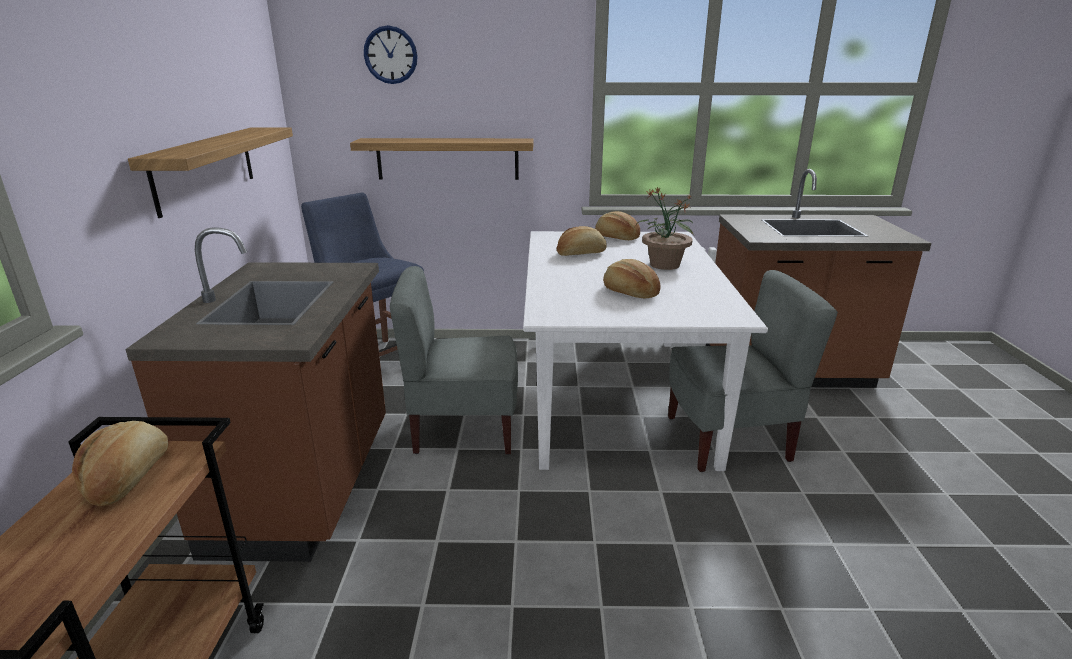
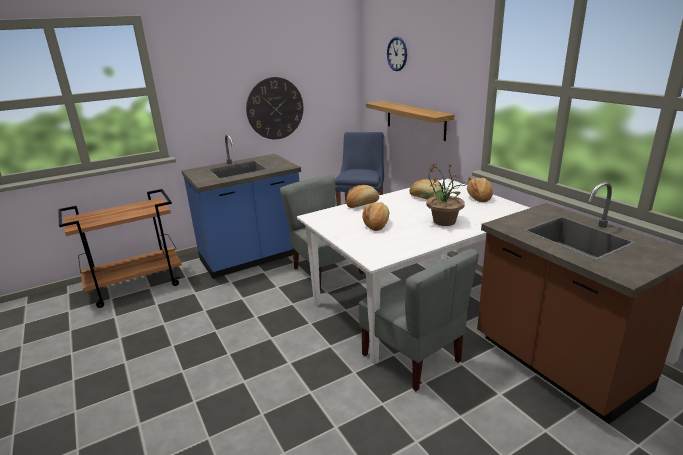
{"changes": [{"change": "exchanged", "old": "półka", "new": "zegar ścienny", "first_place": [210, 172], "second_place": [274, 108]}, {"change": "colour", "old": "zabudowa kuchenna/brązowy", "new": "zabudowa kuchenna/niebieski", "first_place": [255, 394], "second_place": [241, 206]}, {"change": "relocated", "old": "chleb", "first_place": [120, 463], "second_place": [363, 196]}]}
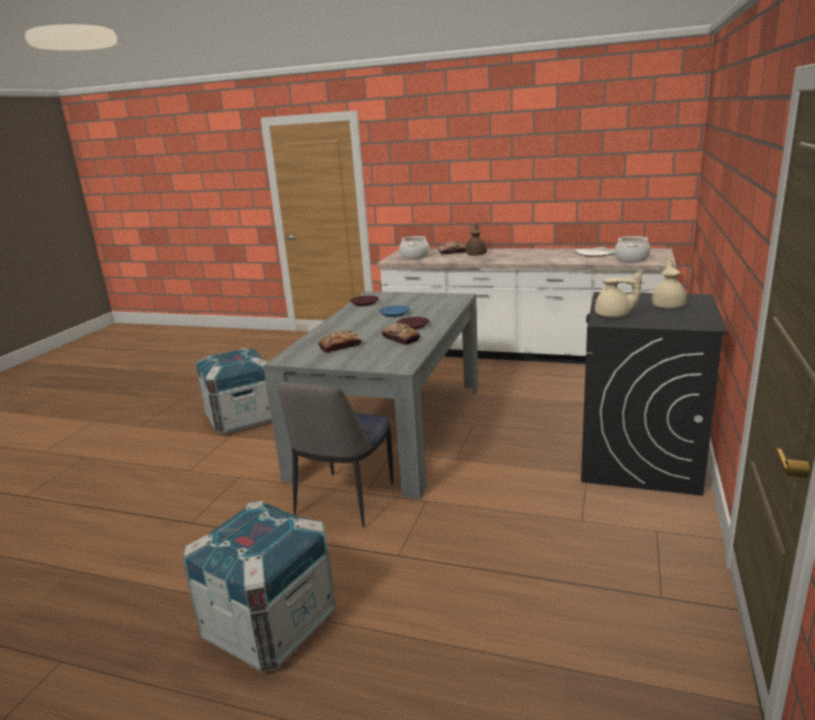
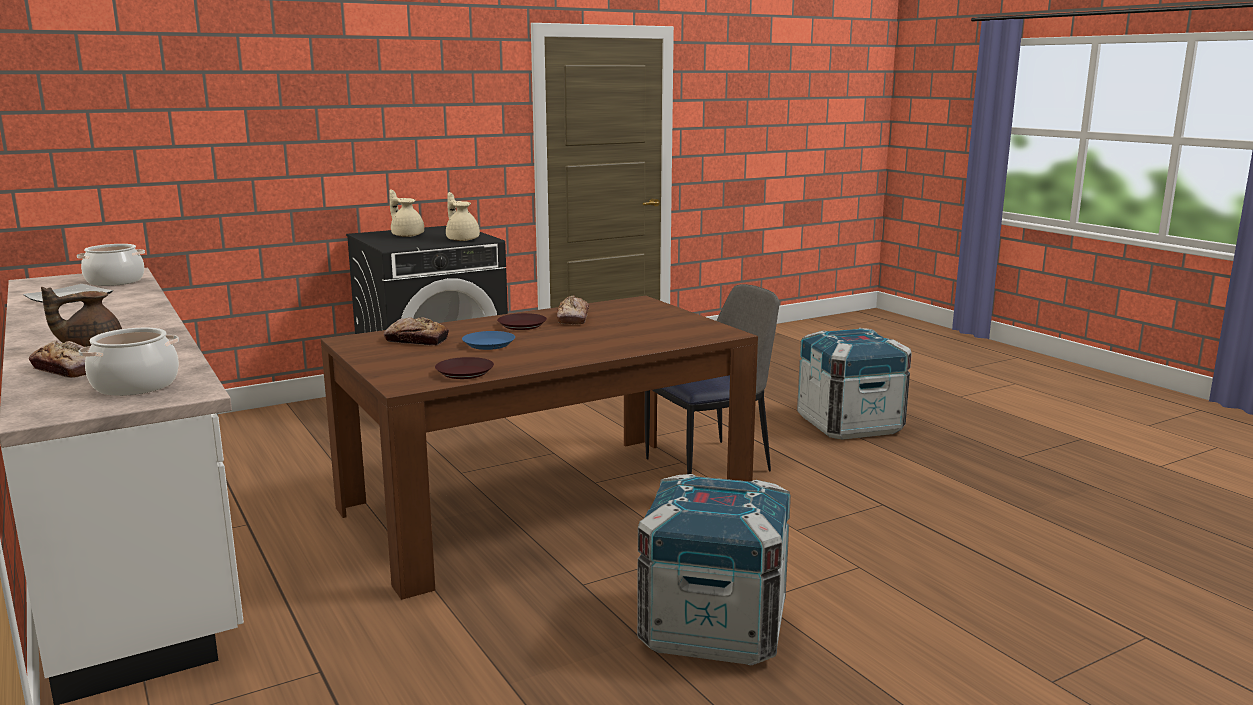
{"changes": [{"change": "spun", "old": "imbryk/beżowy", "first_place": [669, 283], "second_place": [406, 213], "degrees": 75}, {"change": "colour", "old": "stół jadalny/szary", "new": "stół jadalny/brązowy", "first_place": [370, 395], "second_place": [539, 448]}, {"change": "relocated", "old": "chleb", "first_place": [340, 341], "second_place": [416, 331]}]}
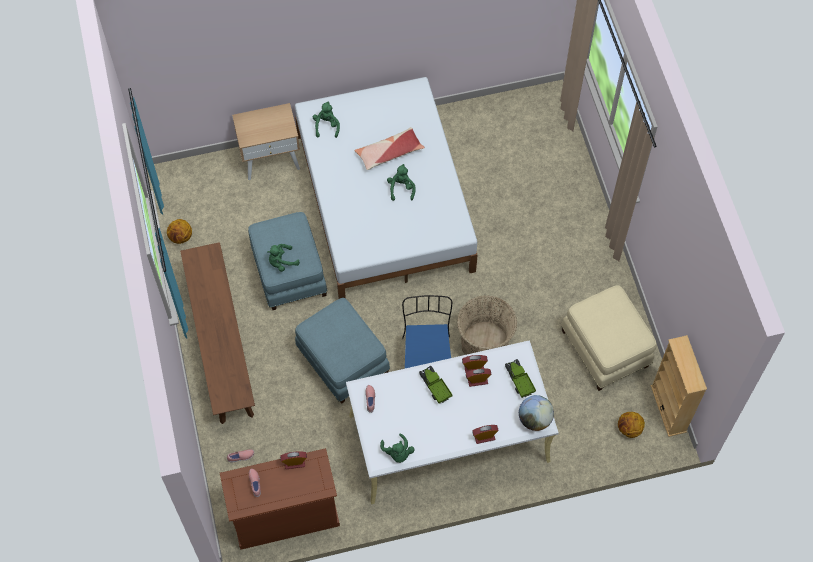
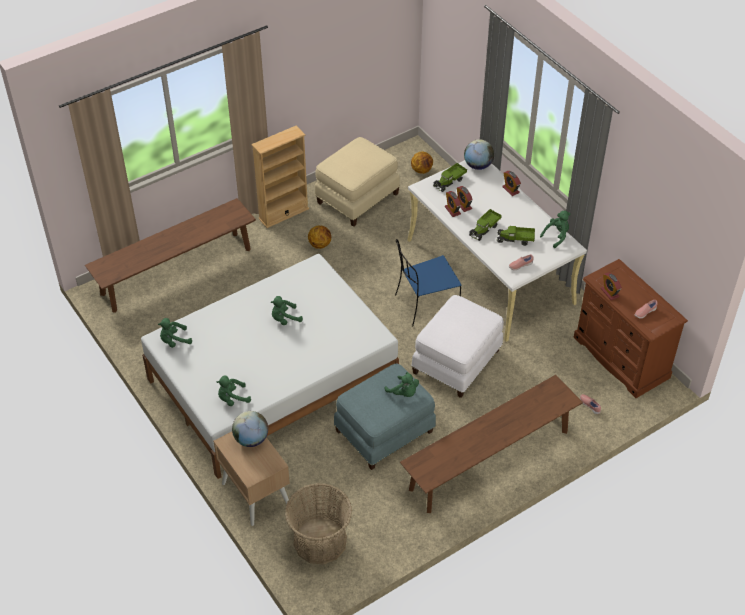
{"changes": [{"change": "missing", "old": "poduszka", "first_place": [390, 148]}, {"change": "relocated", "old": "piłka do koszykówki", "first_place": [179, 231], "second_place": [319, 237]}, {"change": "relocated", "old": "koszyk", "first_place": [487, 325], "second_place": [318, 524]}, {"change": "colour", "old": "pufa/niebieski", "new": "pufa/biały", "first_place": [342, 351], "second_place": [457, 346]}, {"change": "relocated", "old": "regał/beżowy", "first_place": [679, 386], "second_place": [280, 177]}, {"change": "appeared", "new": "ławka/brązowy", "second_place": [170, 255]}, {"change": "appeared", "new": "ciężarówka zabawkowa", "second_place": [516, 236]}, {"change": "appeared", "new": "pluszak/zielony", "second_place": [175, 333]}, {"change": "appeared", "new": "globus", "second_place": [250, 429]}]}
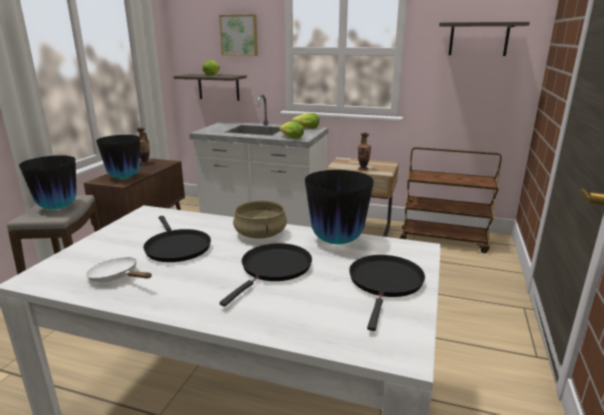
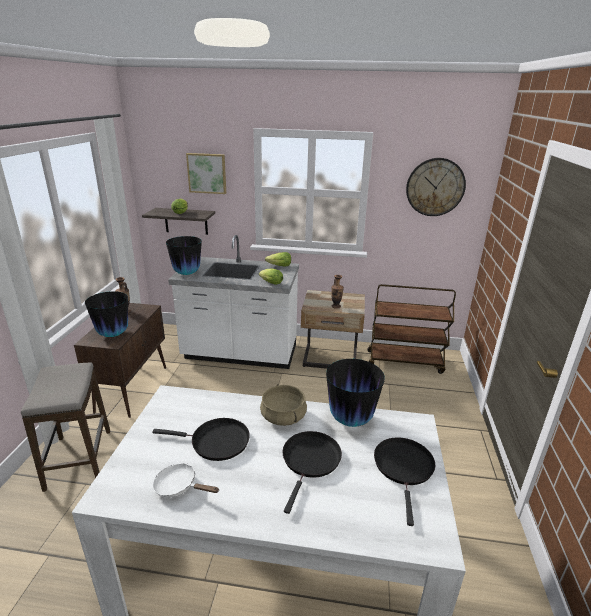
{"changes": [{"change": "exchanged", "old": "półka", "new": "zegar ścienny", "first_place": [484, 39], "second_place": [436, 187]}, {"change": "relocated", "old": "wazon", "first_place": [48, 182], "second_place": [184, 255]}, {"change": "spun", "old": "patelnia/czarny", "first_place": [177, 239], "second_place": [201, 439], "degrees": -45}]}
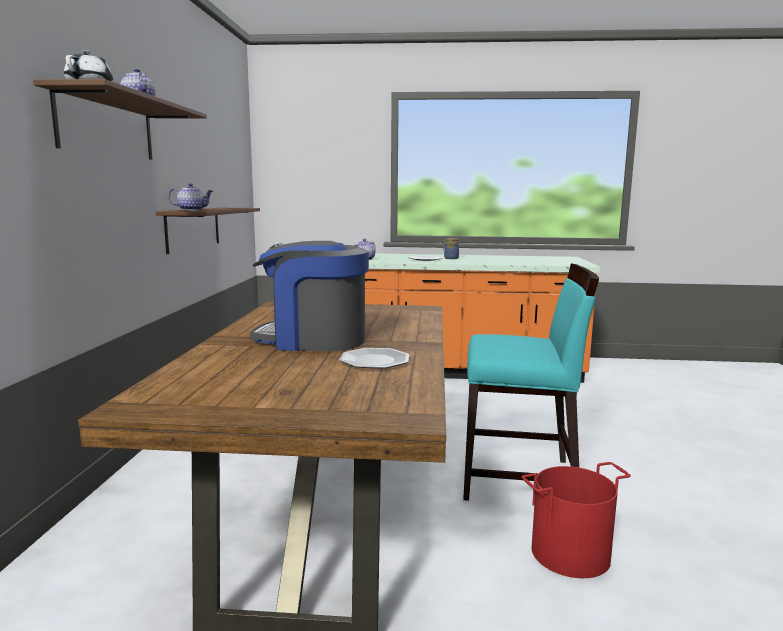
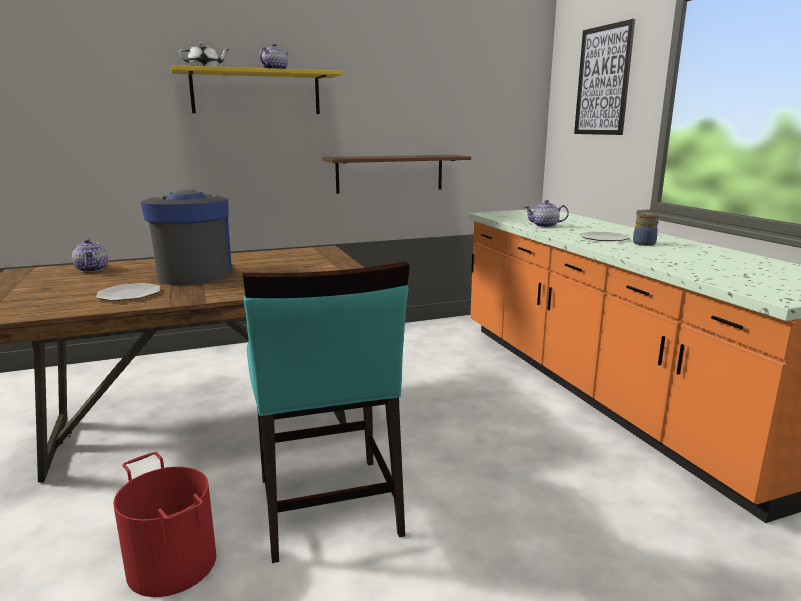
{"changes": [{"change": "colour", "old": "półka/brązowy", "new": "półka/żółty", "first_place": [120, 119], "second_place": [257, 89]}, {"change": "relocated", "old": "imbryk", "first_place": [190, 197], "second_place": [90, 255]}, {"change": "appeared", "new": "obraz", "second_place": [604, 77]}]}
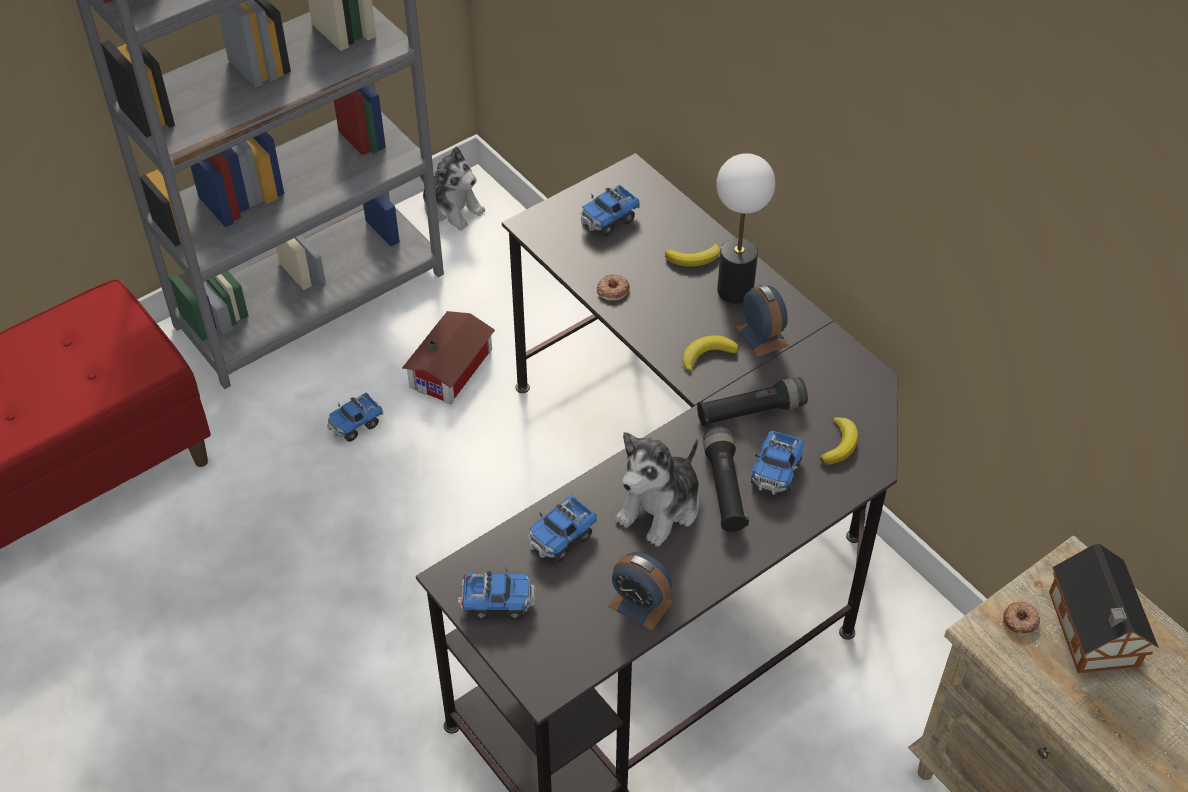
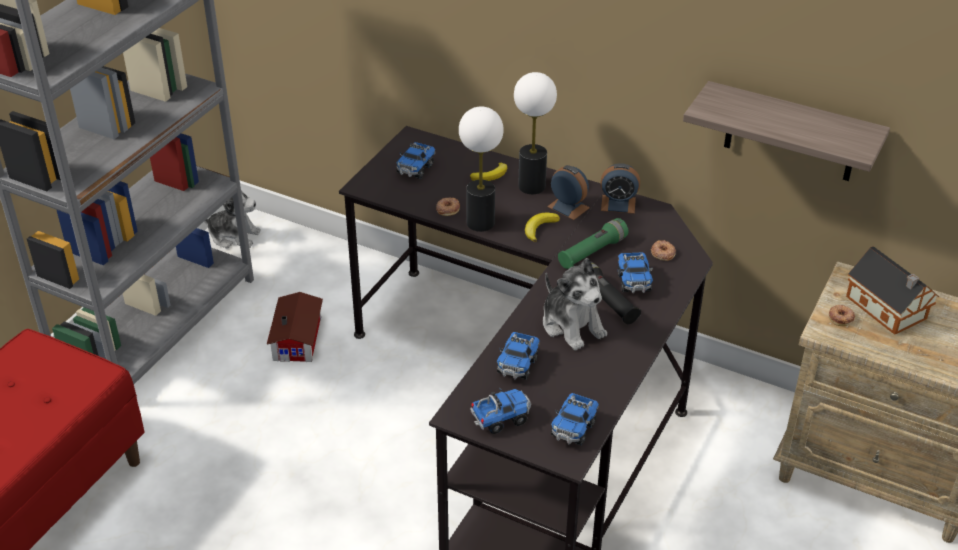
{"changes": [{"change": "colour", "old": "latarka/czarny", "new": "latarka/zielony", "first_place": [752, 402], "second_place": [593, 243]}, {"change": "relocated", "old": "ciężarówka zabawkowa", "first_place": [355, 417], "second_place": [575, 419]}, {"change": "exchanged", "old": "banan", "new": "donut", "first_place": [839, 440], "second_place": [663, 250]}, {"change": "spun", "old": "pluszak", "first_place": [657, 489], "second_place": [575, 304], "degrees": -45}, {"change": "relocated", "old": "budzik", "first_place": [641, 591], "second_place": [620, 188]}, {"change": "appeared", "new": "półka", "second_place": [786, 131]}, {"change": "appeared", "new": "lampa stołowa", "second_place": [481, 169]}]}
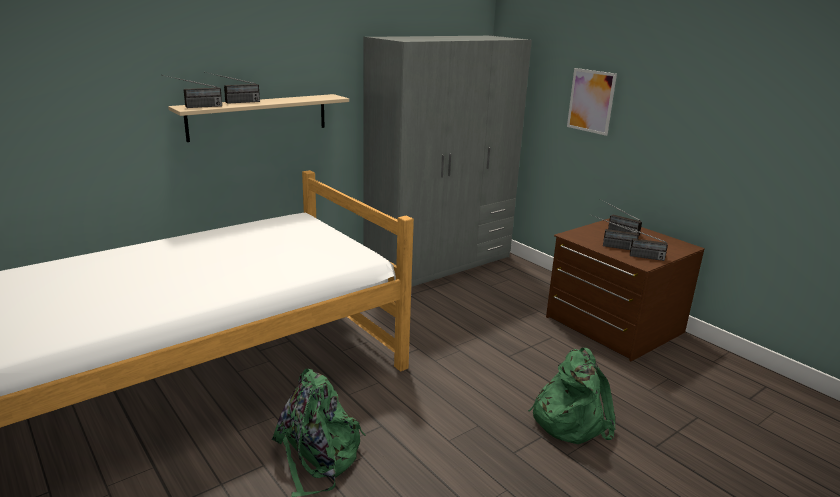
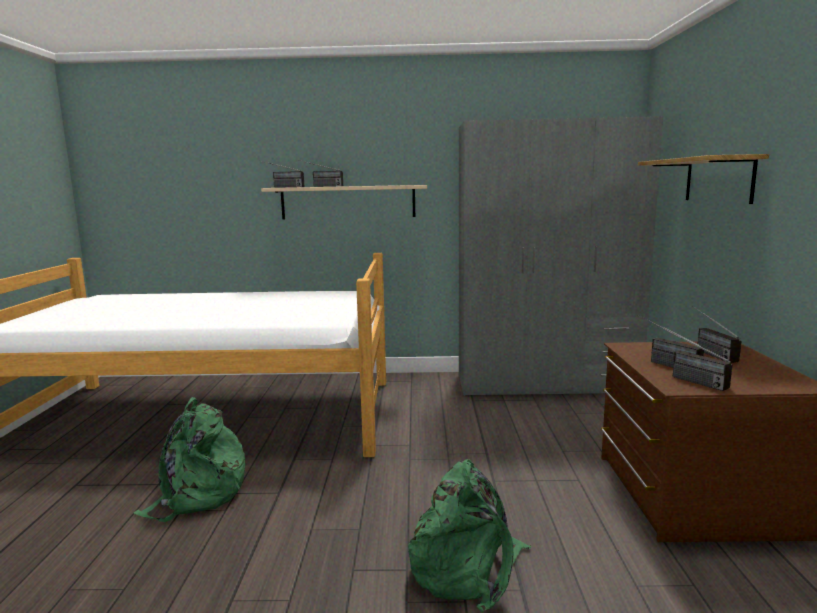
{"changes": [{"change": "exchanged", "old": "obraz", "new": "półka", "first_place": [592, 102], "second_place": [703, 179]}]}
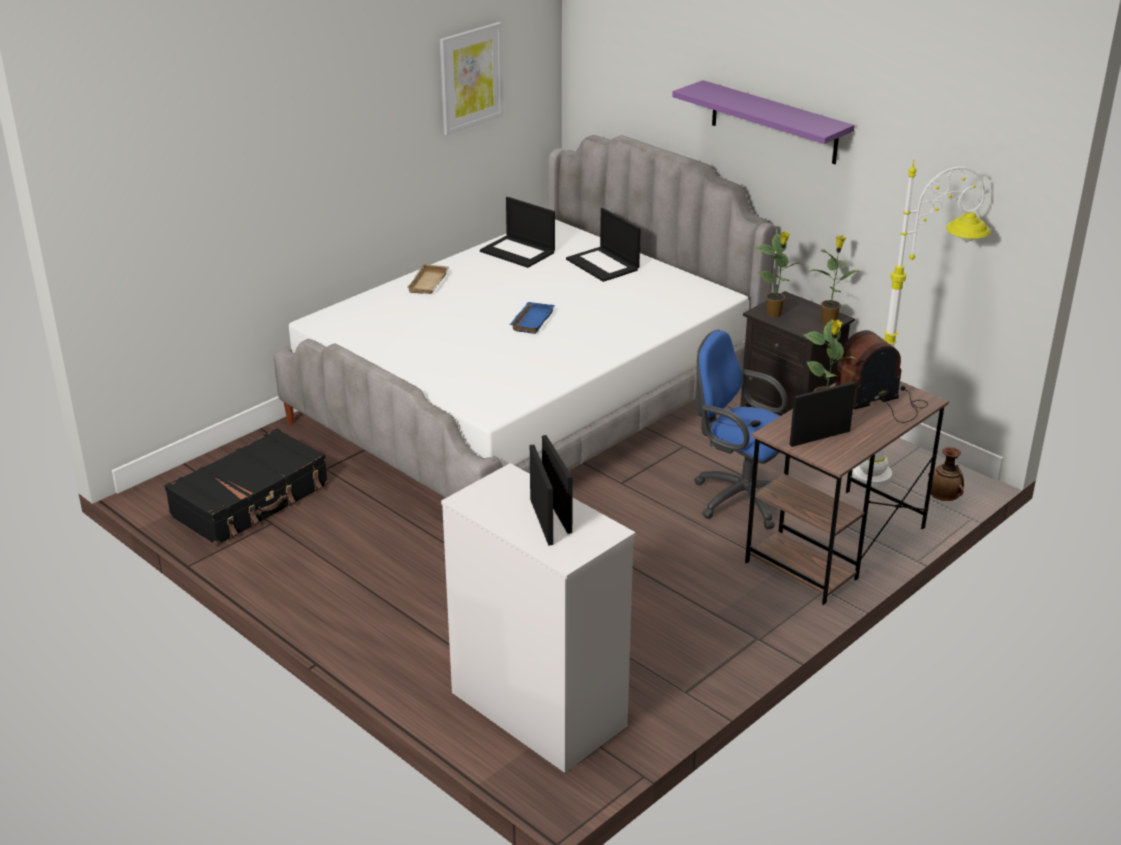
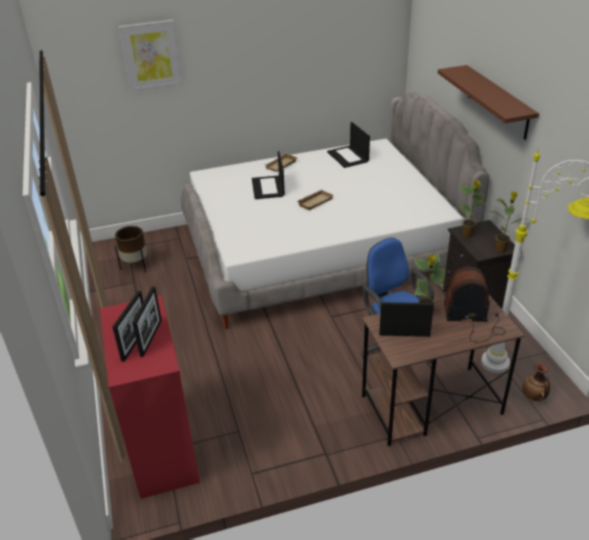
{"changes": [{"change": "relocated", "old": "obraz", "first_place": [472, 78], "second_place": [150, 56]}, {"change": "colour", "old": "półka/fioletowy", "new": "półka/brązowy", "first_place": [763, 122], "second_place": [488, 102]}, {"change": "relocated", "old": "laptop", "first_place": [603, 245], "second_place": [268, 175]}, {"change": "colour", "old": "taca/niebieski", "new": "taca/beżowy", "first_place": [532, 318], "second_place": [315, 199]}, {"change": "exchanged", "old": "walizka/czarny", "new": "donica/brązowy", "first_place": [246, 487], "second_place": [131, 249]}, {"change": "colour", "old": "komoda/biały", "new": "komoda/czerwony", "first_place": [538, 618], "second_place": [150, 397]}]}
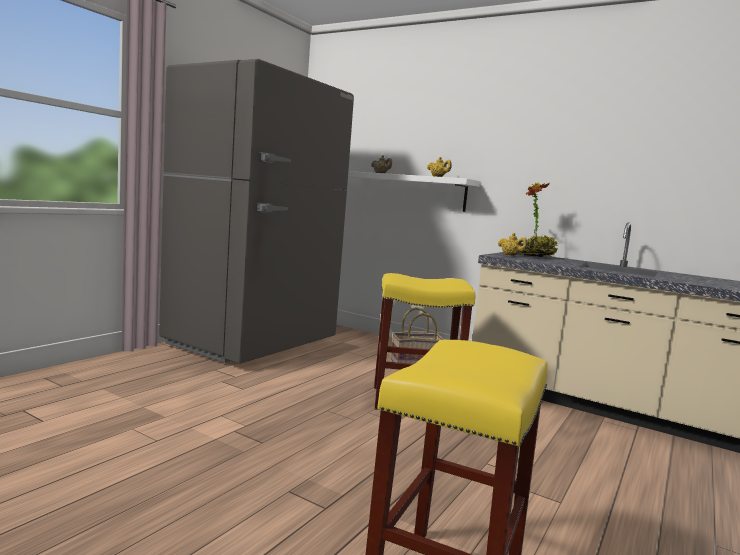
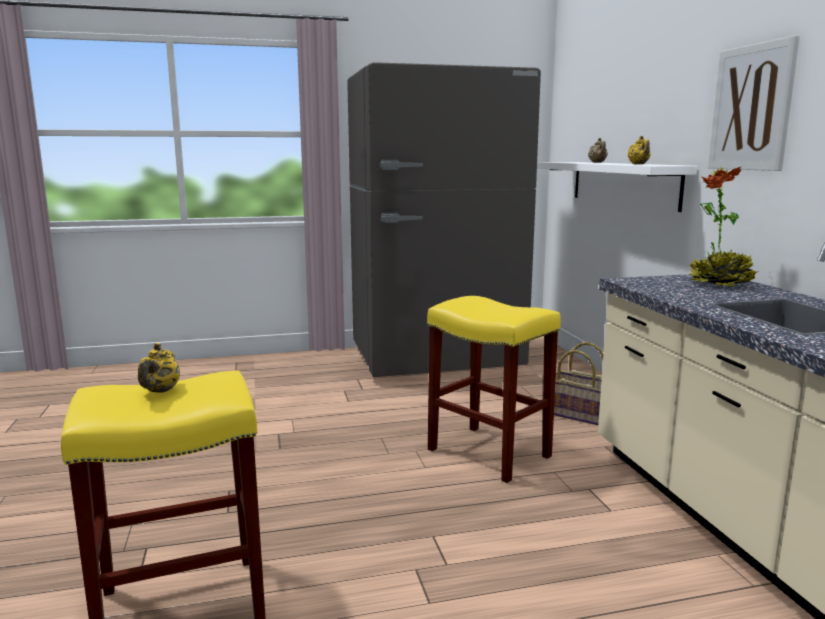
{"changes": [{"change": "relocated", "old": "imbryk/żółty", "first_place": [512, 244], "second_place": [158, 368]}, {"change": "appeared", "new": "obraz", "second_place": [754, 103]}]}
